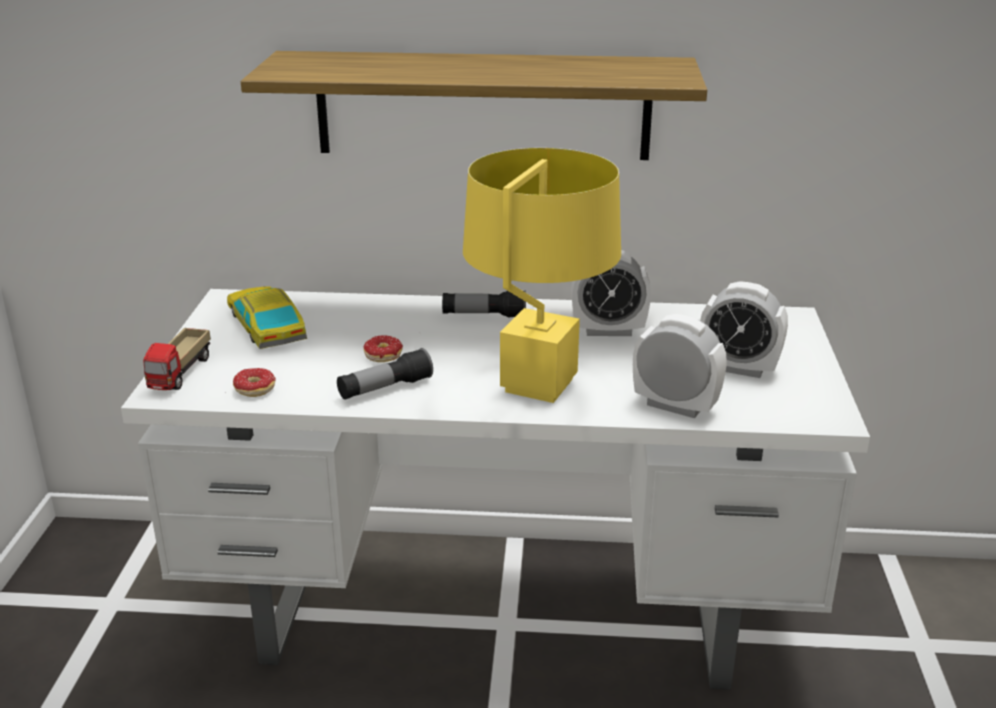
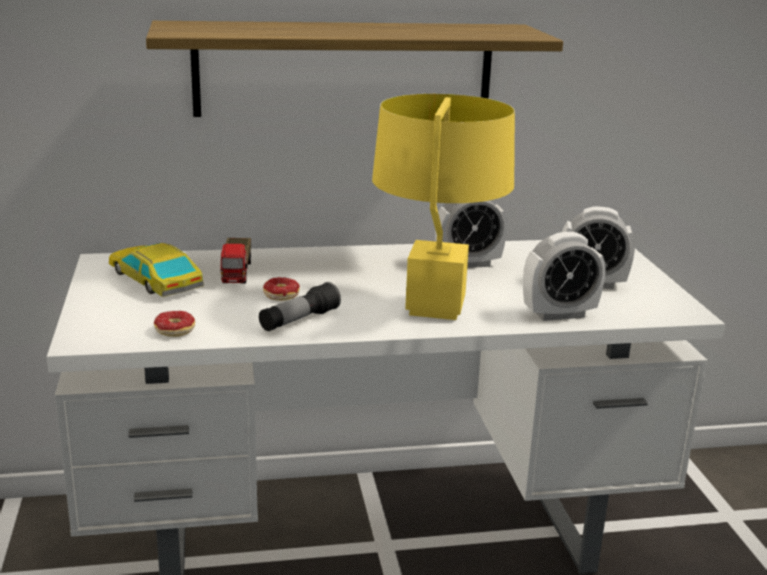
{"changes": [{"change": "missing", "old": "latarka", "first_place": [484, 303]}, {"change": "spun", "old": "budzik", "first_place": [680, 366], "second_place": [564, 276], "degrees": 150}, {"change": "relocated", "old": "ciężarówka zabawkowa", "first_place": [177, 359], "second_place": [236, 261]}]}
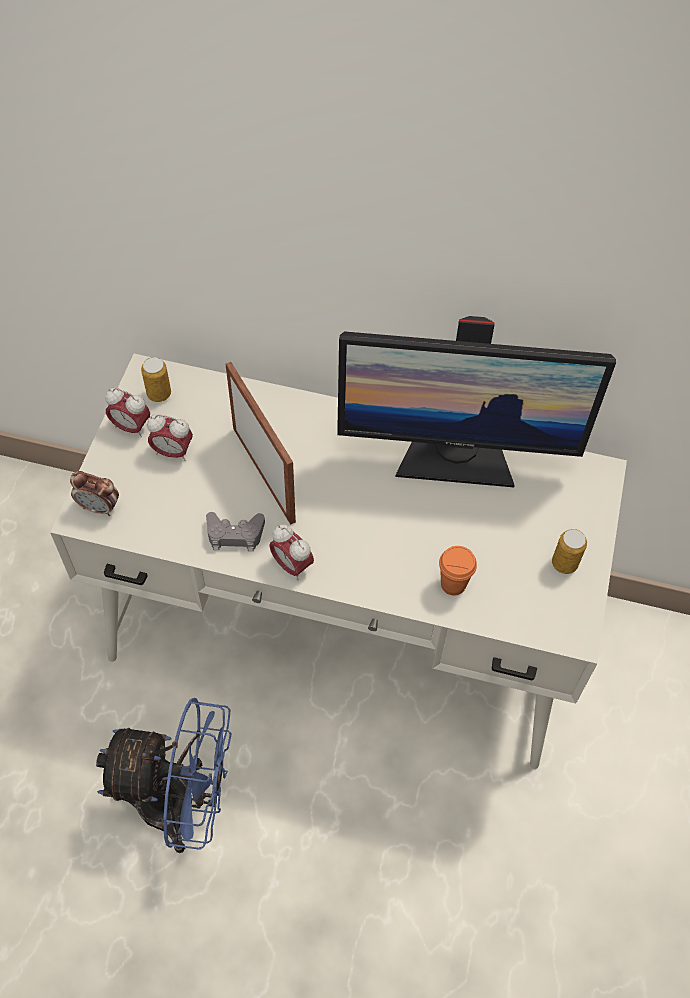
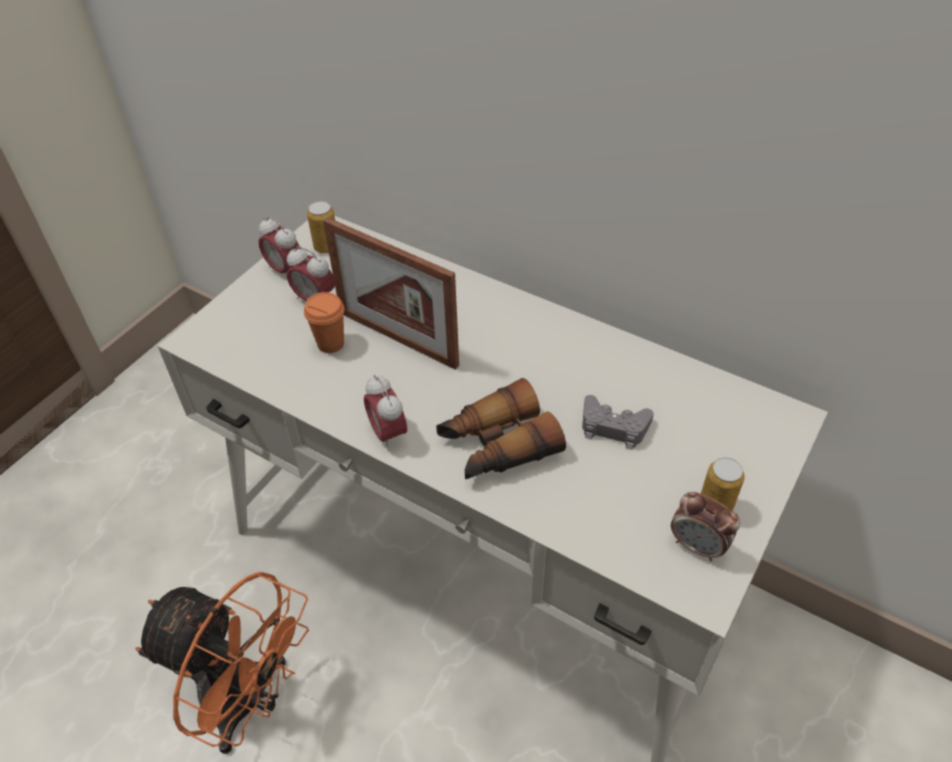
{"changes": [{"change": "missing", "old": "monitor", "first_place": [476, 401]}, {"change": "spun", "old": "ramka na zdjęcie", "first_place": [261, 443], "second_place": [391, 293], "degrees": 135}, {"change": "relocated", "old": "budzik", "first_place": [94, 493], "second_place": [705, 526]}, {"change": "relocated", "old": "pad do gier/szary", "first_place": [235, 531], "second_place": [618, 422]}, {"change": "relocated", "old": "filiżanka/pomarańczowy", "first_place": [458, 571], "second_place": [324, 322]}, {"change": "colour", "old": "wentylator/niebieski", "new": "wentylator/pomarańczowy", "first_place": [163, 775], "second_place": [222, 663]}, {"change": "appeared", "new": "lornetka", "second_place": [501, 428]}]}
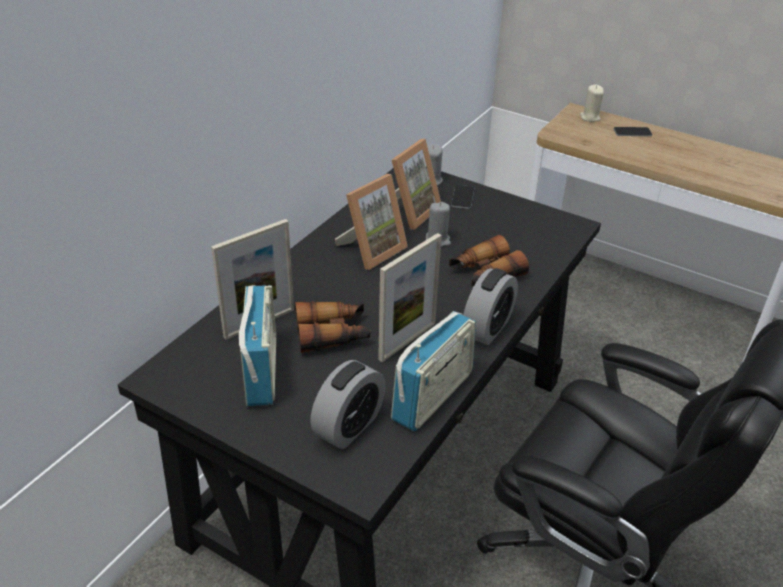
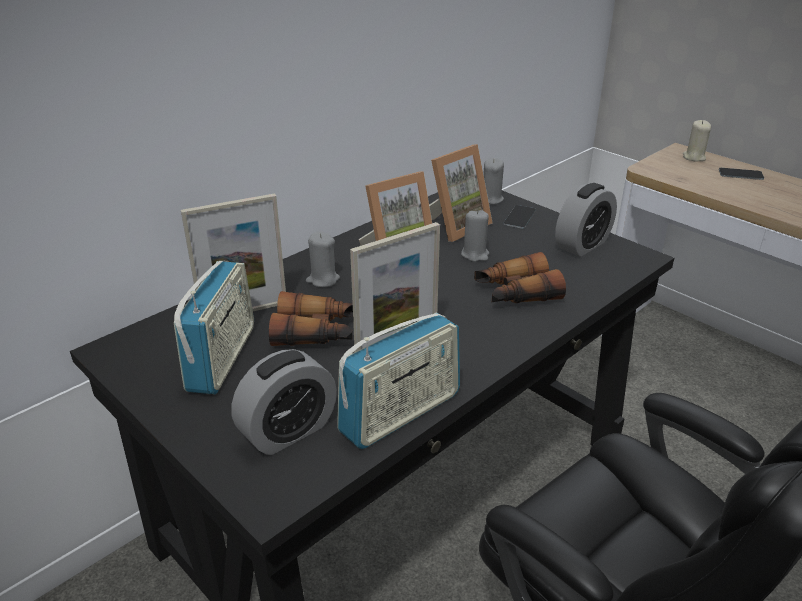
{"changes": [{"change": "relocated", "old": "budzik", "first_place": [490, 306], "second_place": [586, 220]}, {"change": "appeared", "new": "świeca/szary", "second_place": [323, 259]}]}
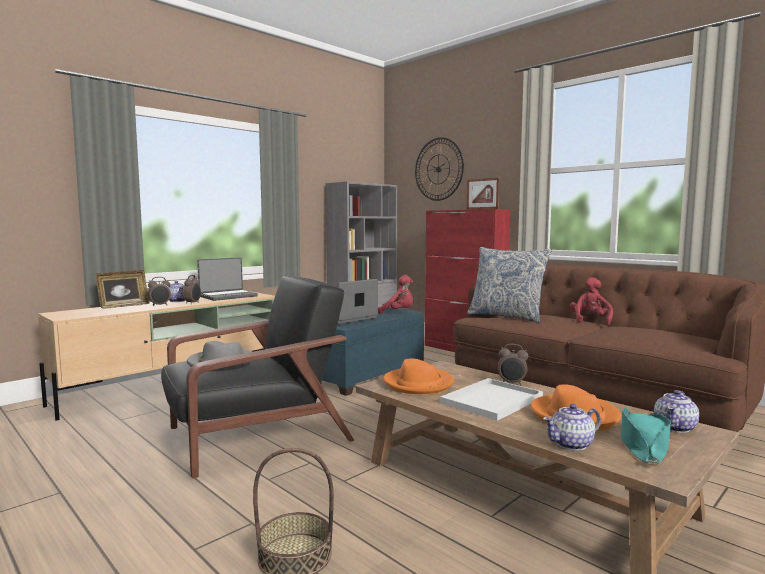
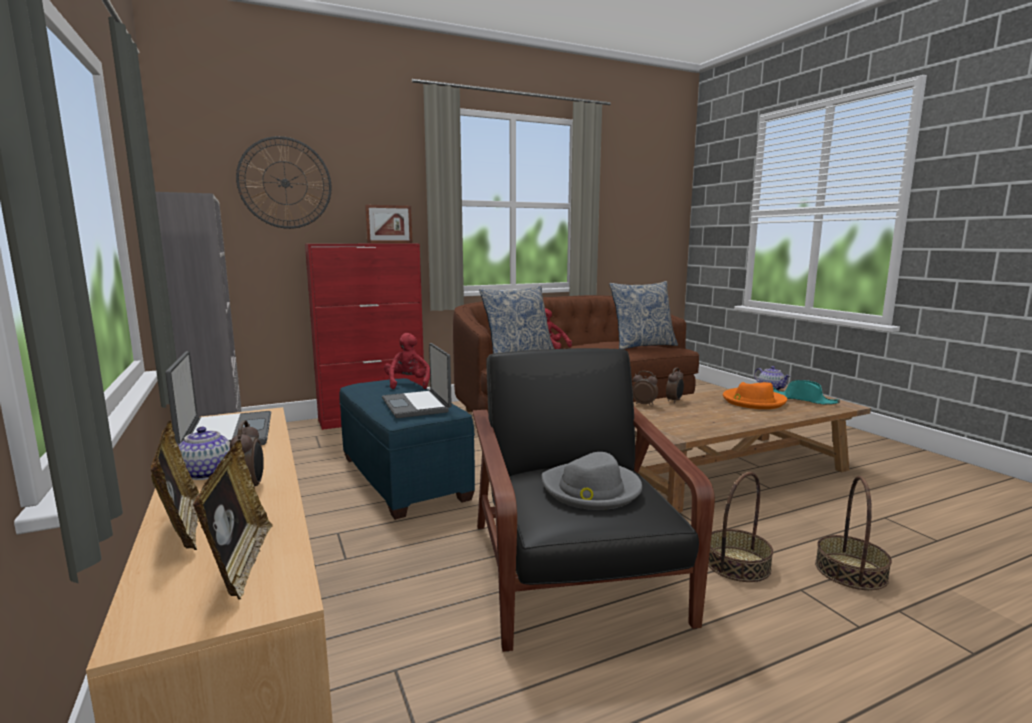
{"changes": [{"change": "relocated", "old": "budzik", "first_place": [192, 289], "second_place": [645, 388]}, {"change": "spun", "old": "pluszak/czerwony", "first_place": [396, 294], "second_place": [407, 361], "degrees": -45}, {"change": "missing", "old": "kapelusz/pomarańczowy", "first_place": [418, 377]}, {"change": "missing", "old": "taca/biały", "first_place": [491, 399]}, {"change": "missing", "old": "imbryk", "first_place": [572, 427]}, {"change": "appeared", "new": "poduszka", "second_place": [643, 315]}, {"change": "appeared", "new": "ramka na zdjęcie", "second_place": [233, 519]}, {"change": "appeared", "new": "koszyk", "second_place": [740, 527]}]}
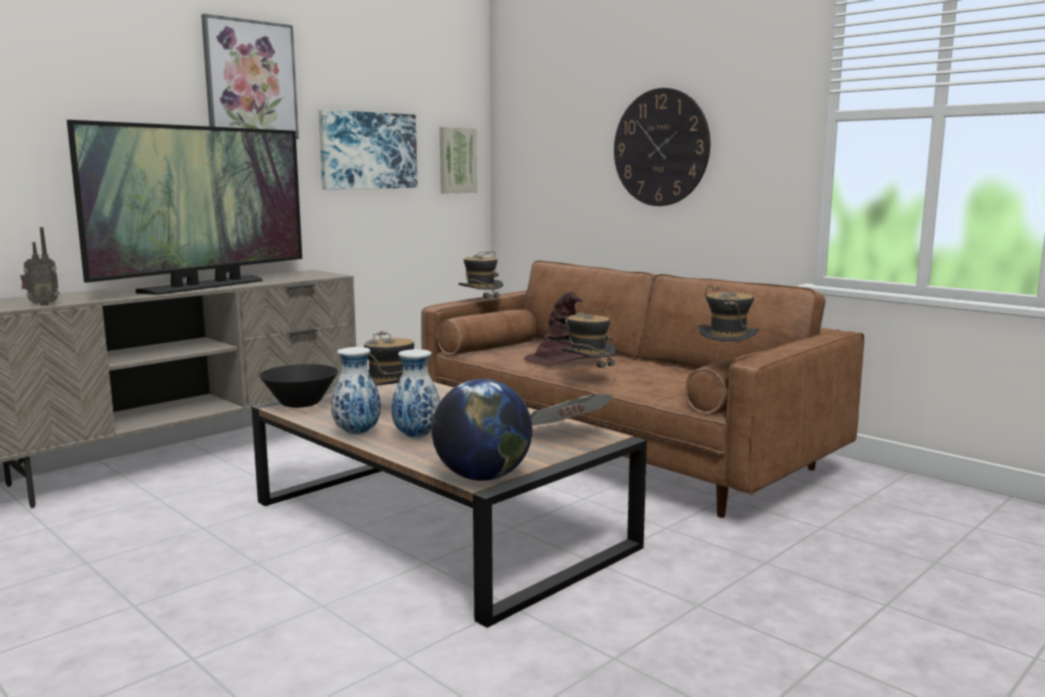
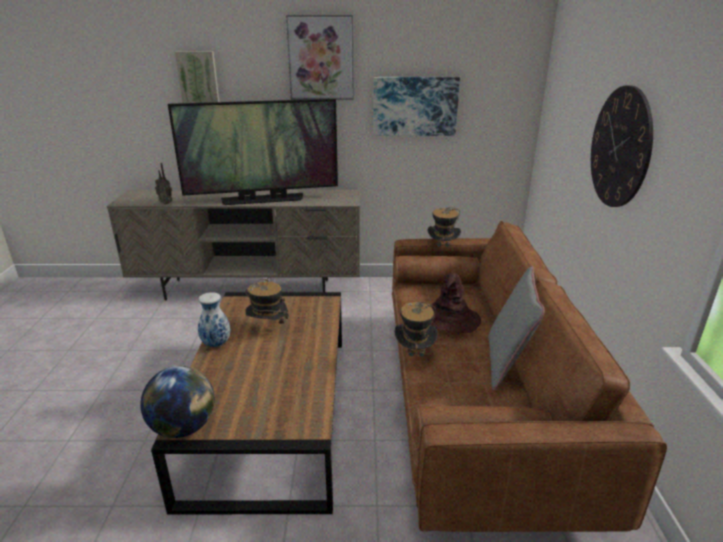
{"changes": [{"change": "relocated", "old": "obraz", "first_place": [458, 160], "second_place": [197, 77]}, {"change": "missing", "old": "kapelusz", "first_place": [728, 322]}, {"change": "missing", "old": "wazon", "first_place": [416, 393]}, {"change": "missing", "old": "miska/czarny", "first_place": [298, 386]}, {"change": "missing", "old": "gazeta", "first_place": [571, 409]}, {"change": "appeared", "new": "poduszka/szary", "second_place": [516, 327]}]}
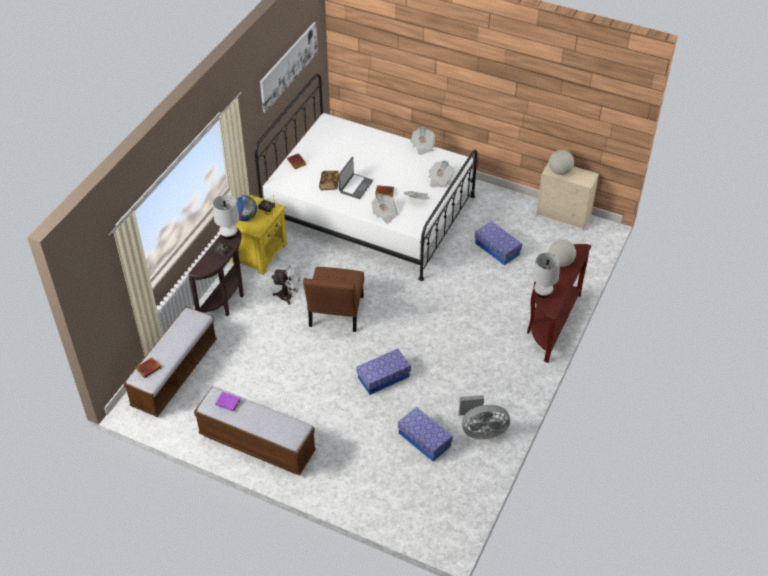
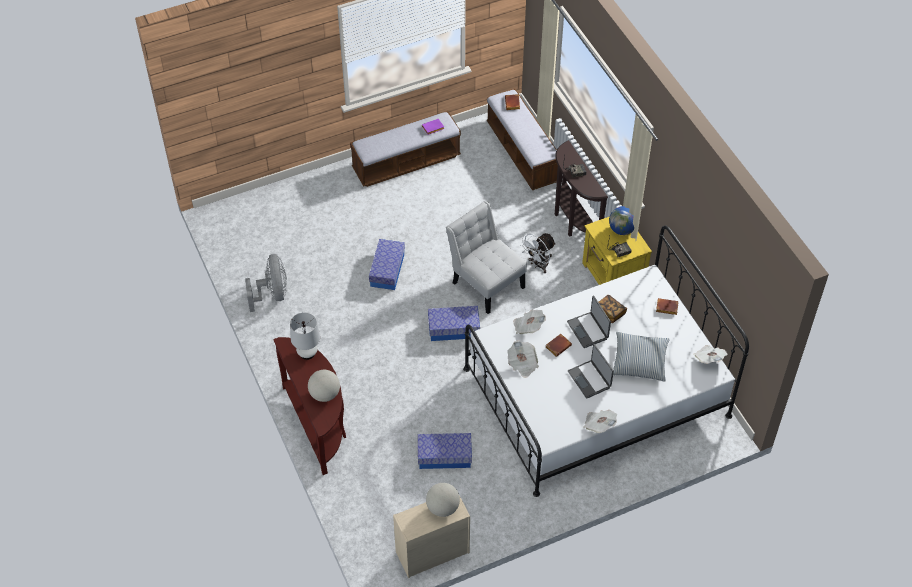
{"changes": [{"change": "missing", "old": "obraz", "first_place": [289, 67]}, {"change": "relocated", "old": "gazeta", "first_place": [441, 174], "second_place": [711, 354]}, {"change": "missing", "old": "lampa stołowa/biały", "first_place": [226, 217]}, {"change": "colour", "old": "krzesło/brązowy", "new": "krzesło/biały", "first_place": [333, 299], "second_place": [486, 257]}, {"change": "spun", "old": "wentylator/szary", "first_place": [484, 417], "second_place": [266, 283], "degrees": 135}, {"change": "relocated", "old": "pojemnik do przechowywania", "first_place": [425, 434], "second_place": [454, 323]}, {"change": "appeared", "new": "poduszka", "second_place": [641, 357]}, {"change": "appeared", "new": "laptop", "second_place": [591, 371]}]}
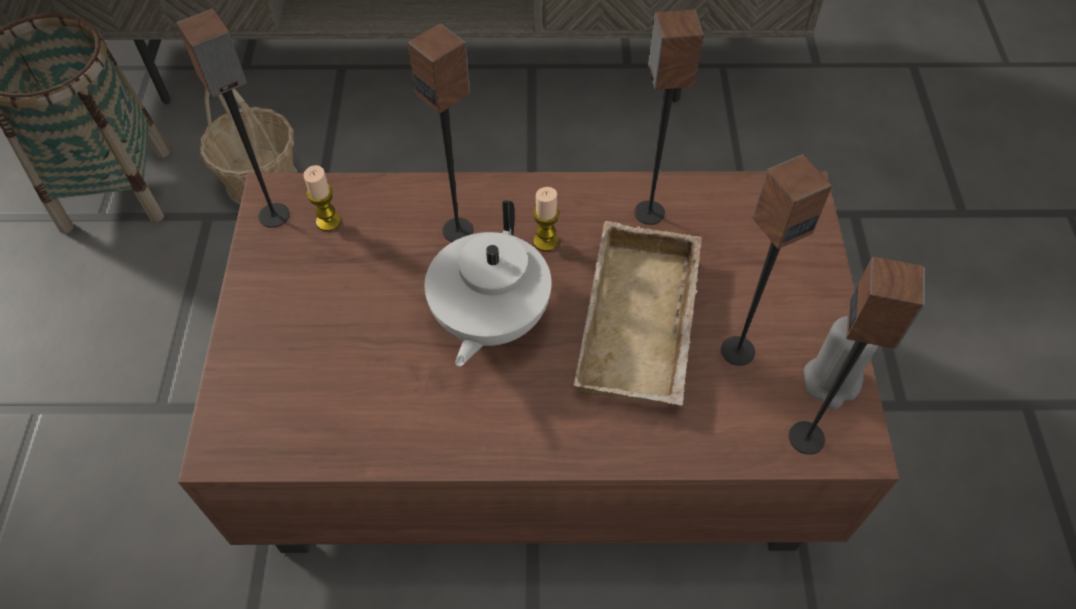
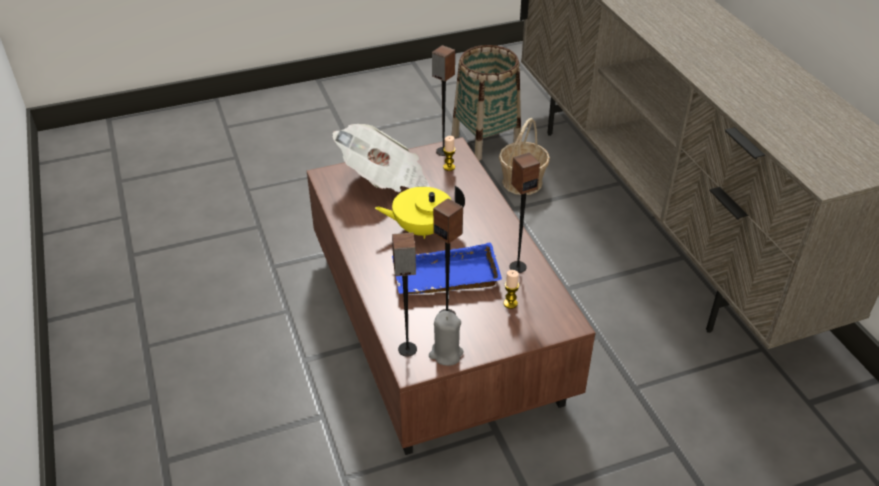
{"changes": [{"change": "missing", "old": "głośnik", "first_place": [440, 132]}, {"change": "relocated", "old": "świeca", "first_place": [546, 219], "second_place": [511, 289]}, {"change": "colour", "old": "imbryk/biały", "new": "imbryk/żółty", "first_place": [488, 283], "second_place": [420, 212]}, {"change": "colour", "old": "taca/beżowy", "new": "taca/niebieski", "first_place": [638, 313], "second_place": [447, 269]}, {"change": "appeared", "new": "gazeta", "second_place": [381, 158]}]}
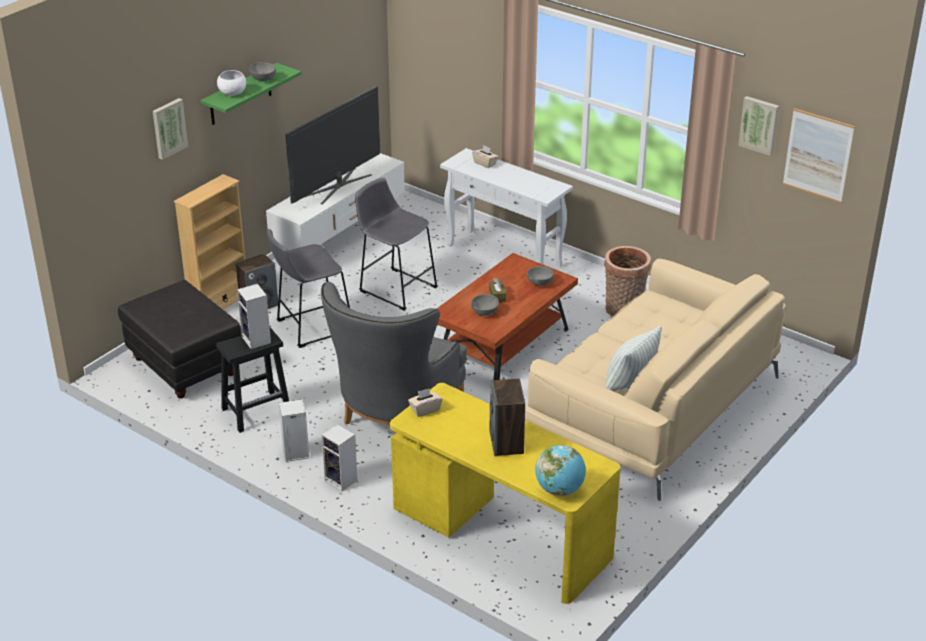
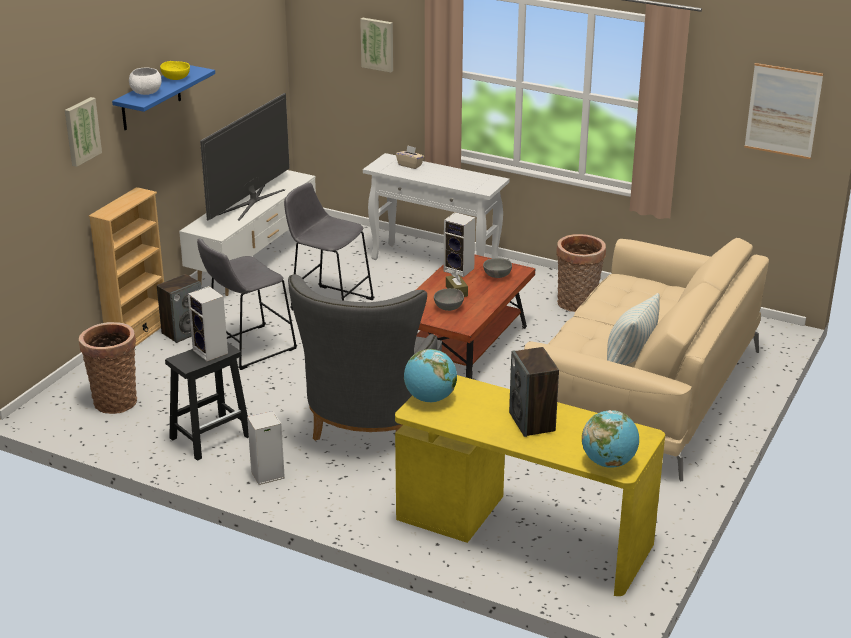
{"changes": [{"change": "colour", "old": "miska/szary", "new": "miska/żółty", "first_place": [262, 71], "second_place": [175, 70]}, {"change": "colour", "old": "półka/zielony", "new": "półka/niebieski", "first_place": [251, 94], "second_place": [163, 97]}, {"change": "relocated", "old": "obraz", "first_place": [758, 126], "second_place": [376, 45]}, {"change": "exchanged", "old": "pufa/czarny", "new": "koszyk", "first_place": [180, 339], "second_place": [108, 368]}, {"change": "exchanged", "old": "pudełko chusteczek/beżowy", "new": "globus", "first_place": [425, 402], "second_place": [430, 375]}, {"change": "relocated", "old": "głośnik", "first_place": [339, 457], "second_place": [459, 244]}]}
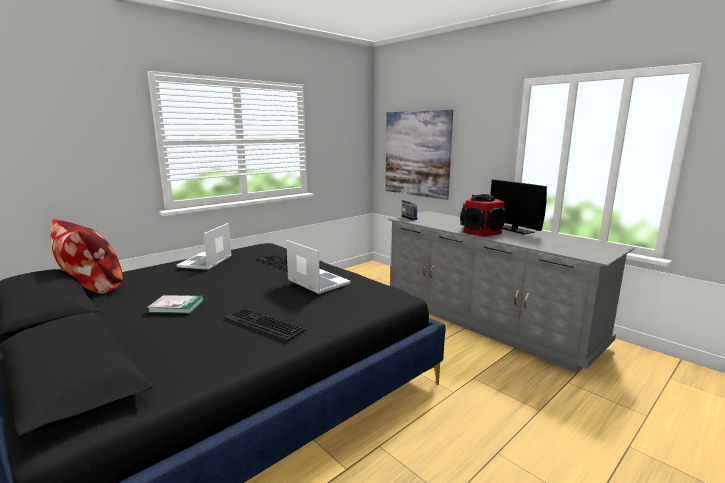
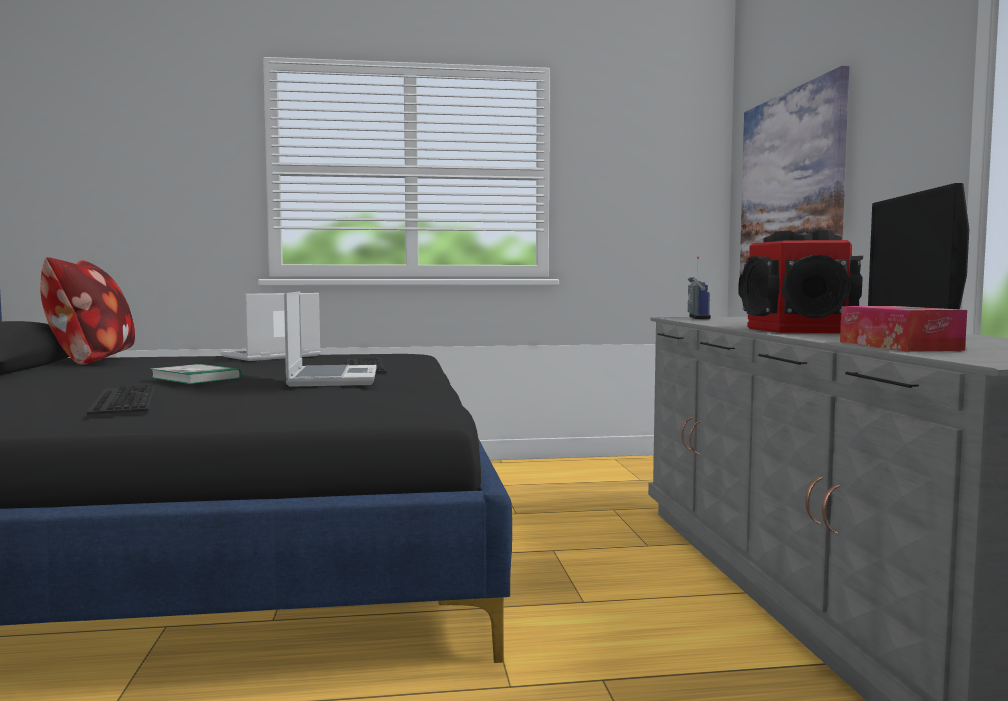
{"changes": [{"change": "relocated", "old": "książka", "first_place": [175, 304], "second_place": [195, 374]}, {"change": "appeared", "new": "pudełko chusteczek", "second_place": [903, 329]}]}
